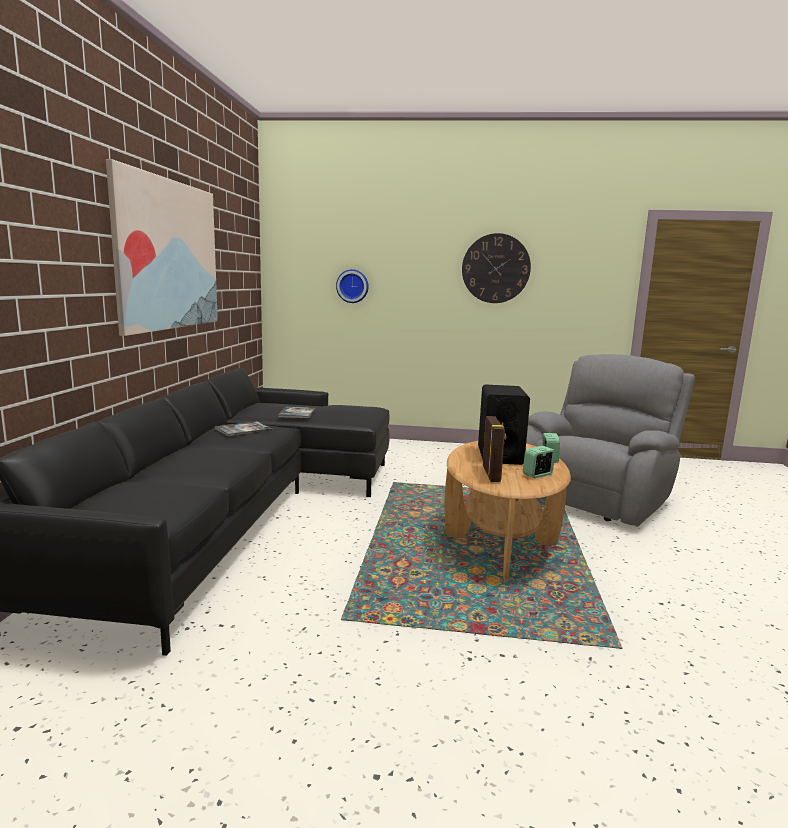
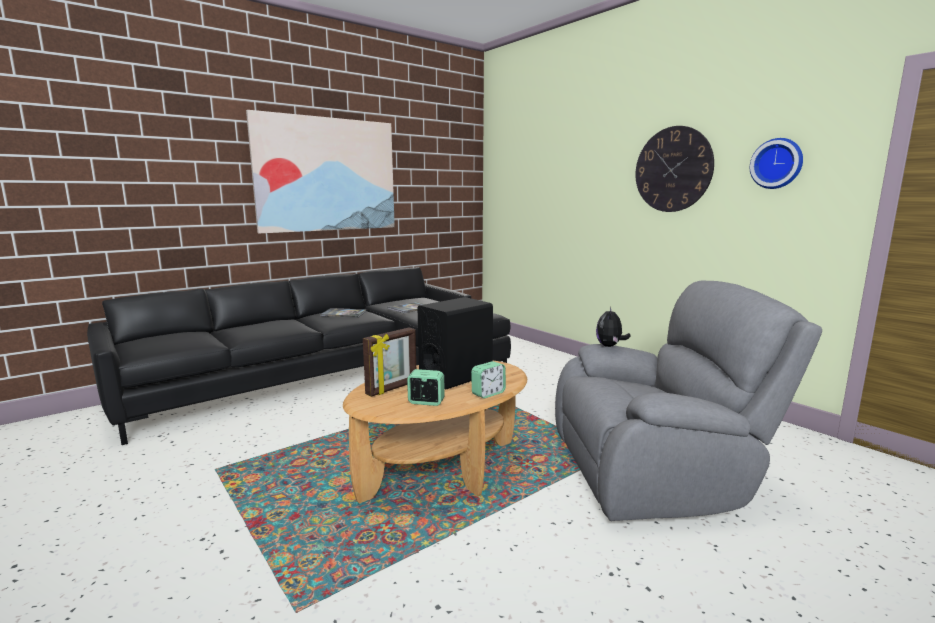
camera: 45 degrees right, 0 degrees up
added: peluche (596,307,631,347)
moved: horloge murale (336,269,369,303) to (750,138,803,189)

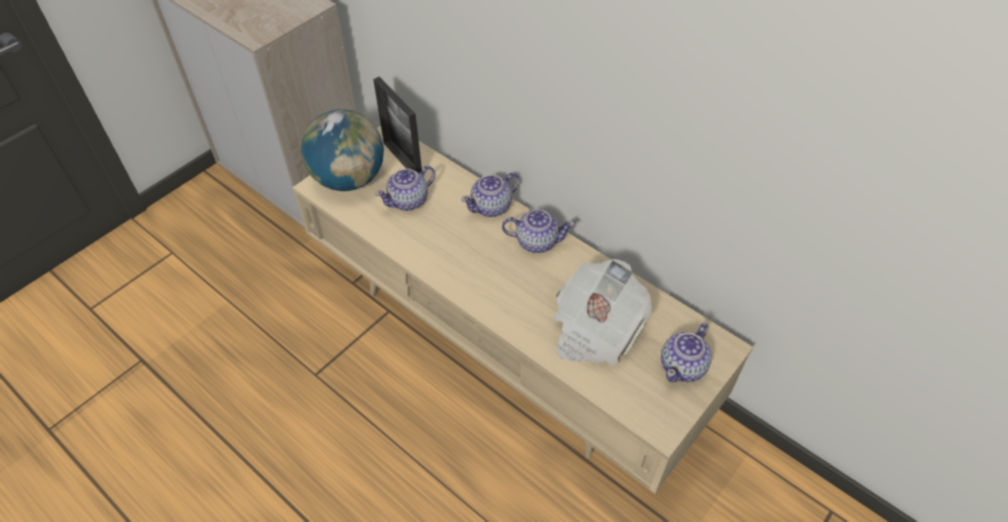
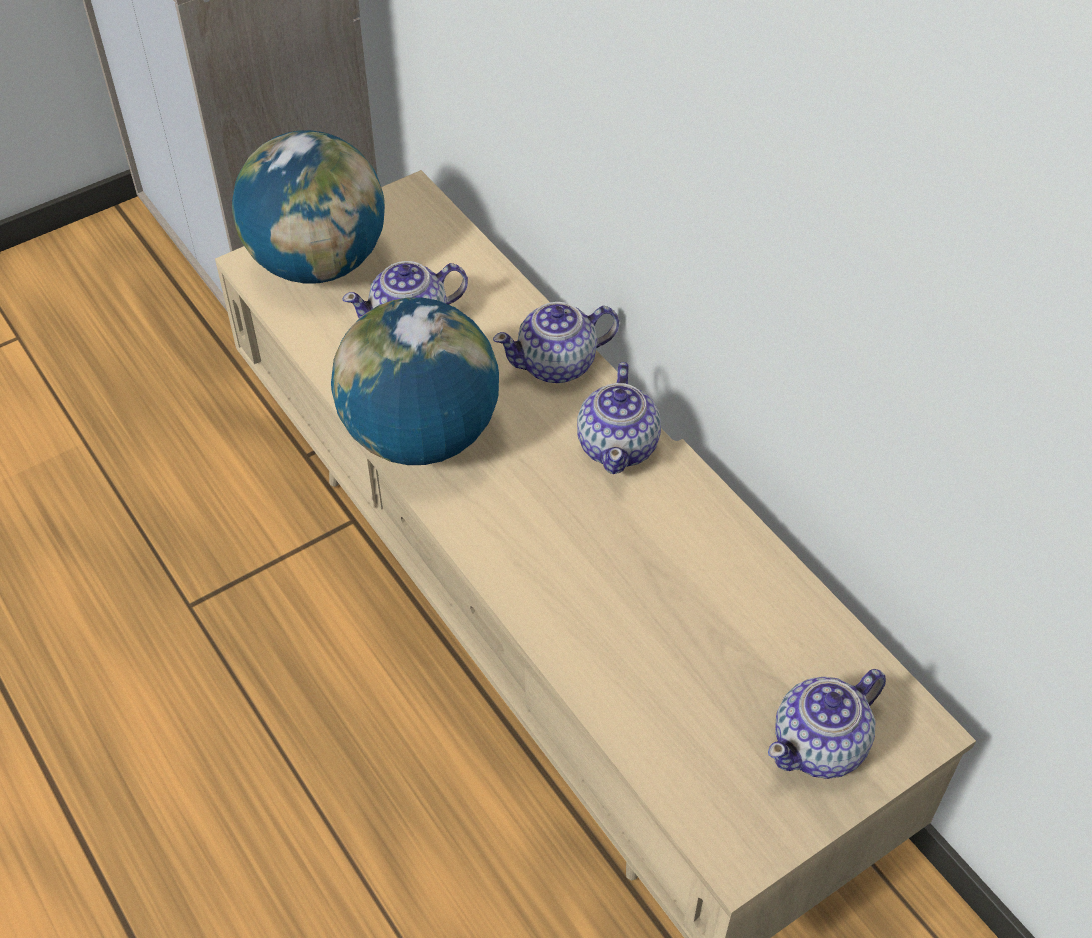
camera: 15 degrees right, 0 degrees up
removed: cadre photo (373,77,422,173); journal (554,259,652,366)
added: globe (331,297,499,465)
turned: théière (502,210,575,253) = (577,362,661,474) 75 degrees clockwise

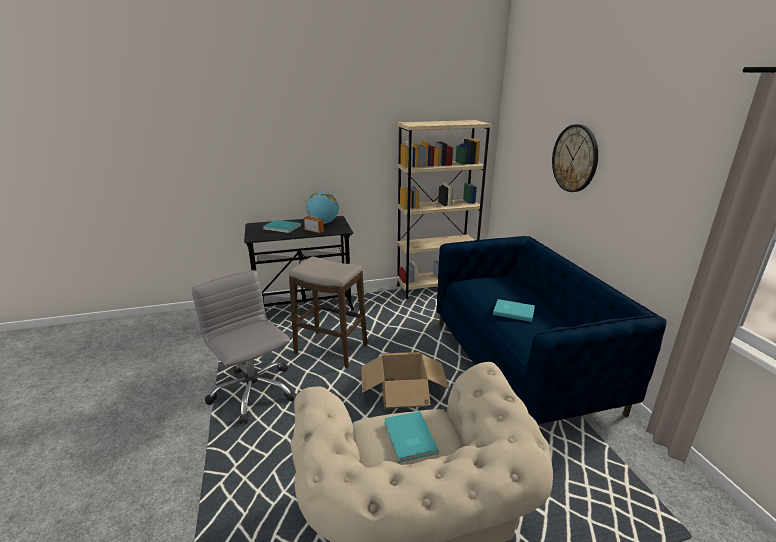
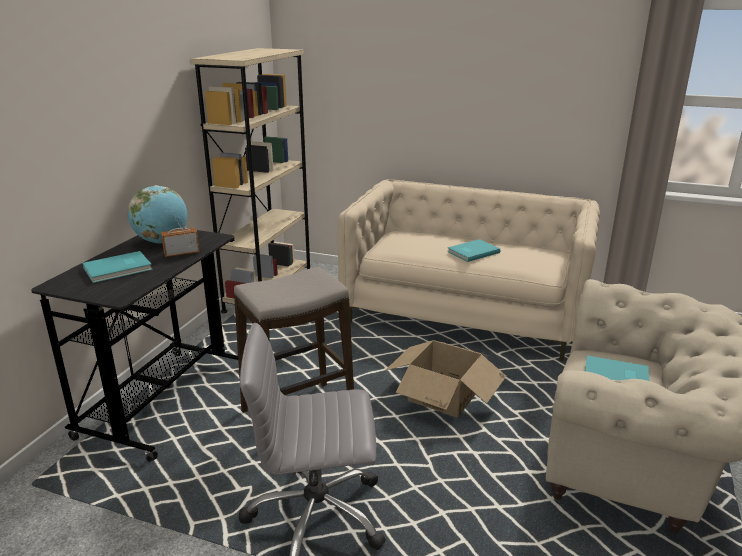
camera: 55 degrees left, 0 degrees up
removed: horloge murale (552,124,598,192)
recoloured: canapé [bleu] (437,236,667,425) to canapé [beige] (337,179,600,361)

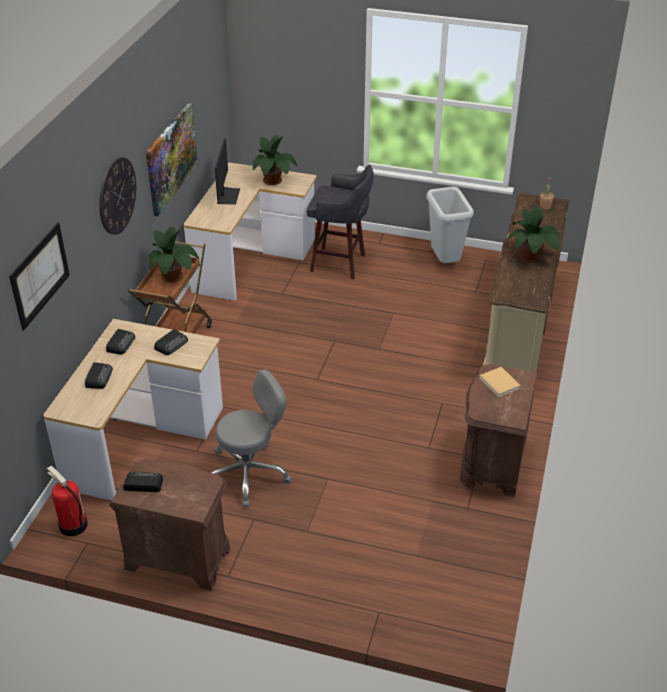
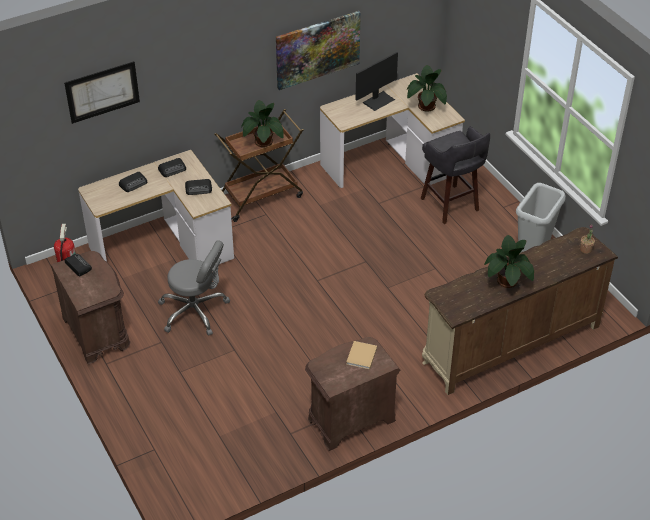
camera: 45 degrees right, 5 degrees up
removed: horloge murale (99,157,136,235)

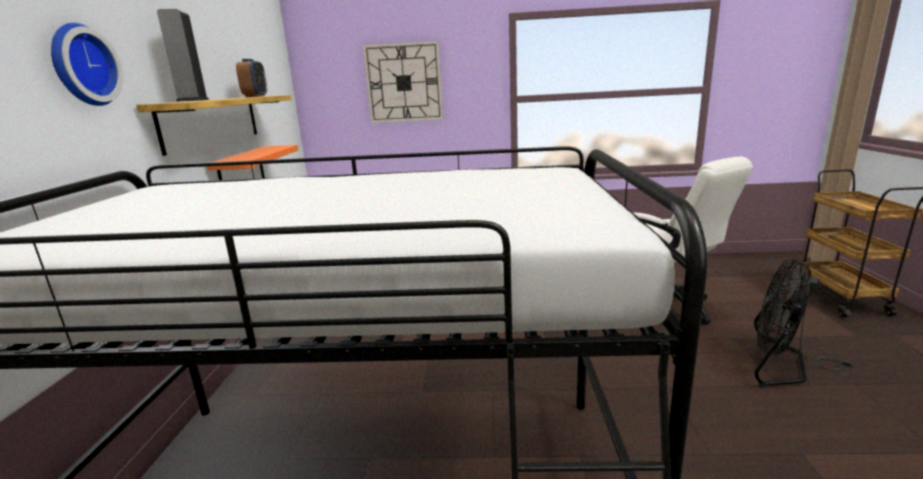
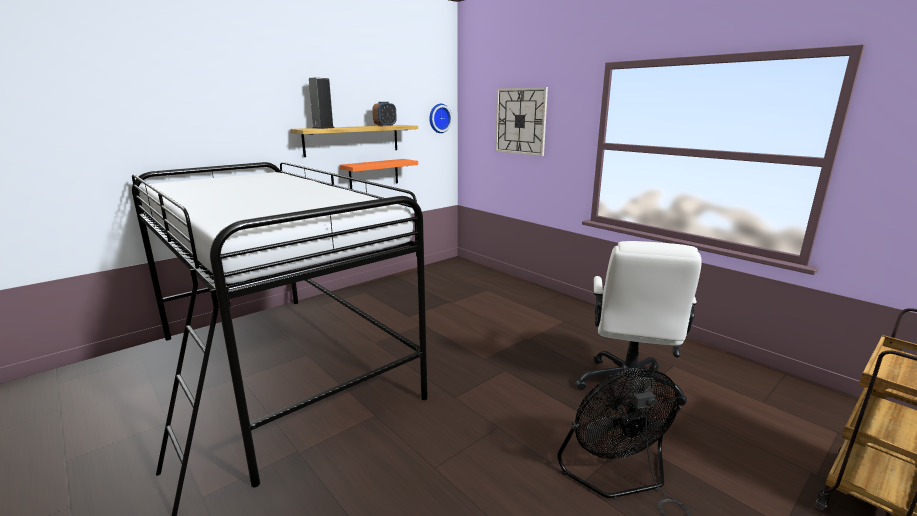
camera: 45 degrees right, 0 degrees up
moved: horloge murale (51,23,123,106) to (429,104,452,133)

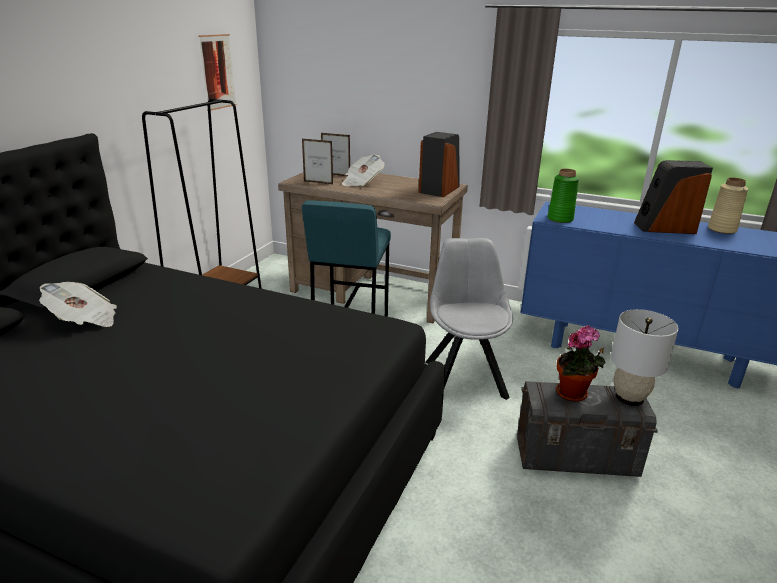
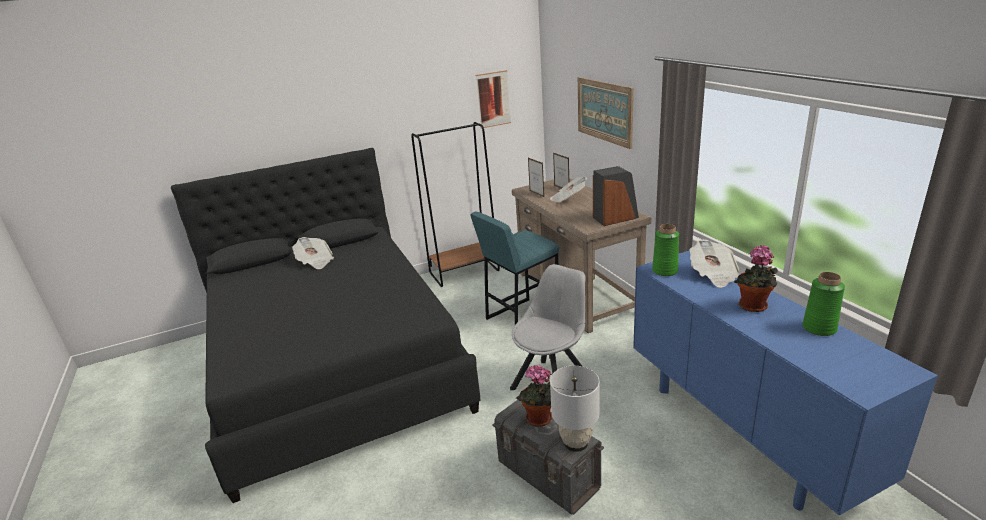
camera: 45 degrees right, 0 degrees up
added: tableau (578,77,634,149); journal (689,239,739,288)
replaced: enceinte (634,160,713,234) to plante en pot (734,245,778,312)
recoloured: vase [beige] (708,178,748,234) to vase [vert] (803,272,845,336)

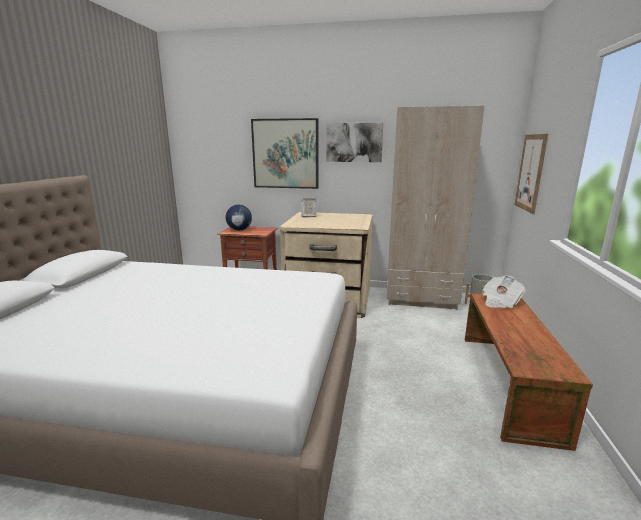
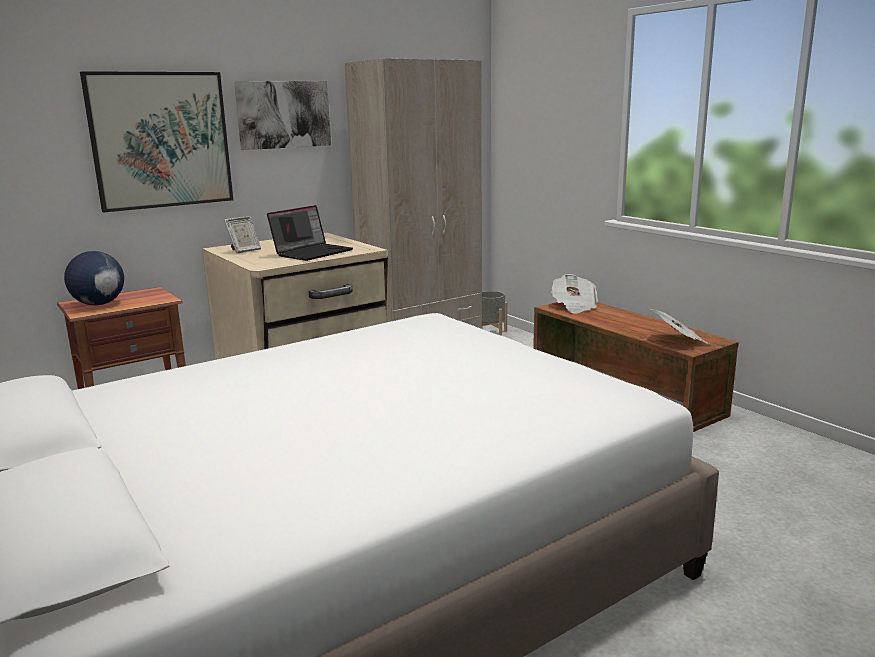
camera: 45 degrees left, 0 degrees up
removed: tableau (514,134,548,214)
added: ordinateur portable (267,205,353,261); journal (651,309,709,344)

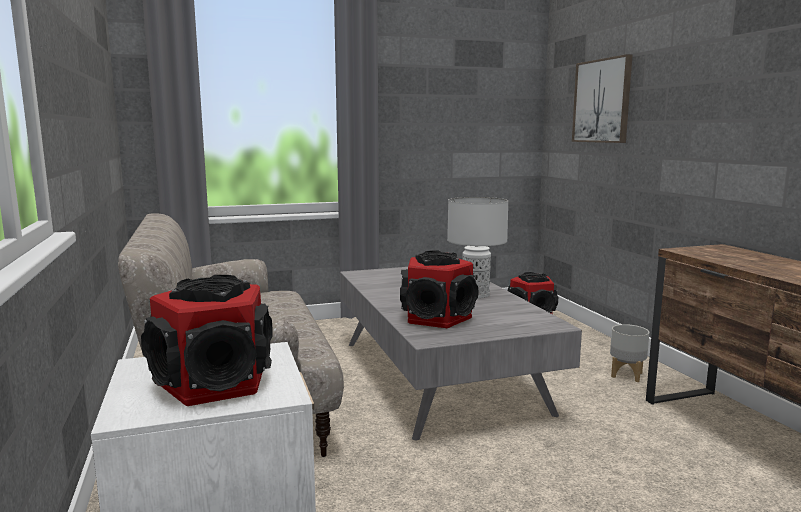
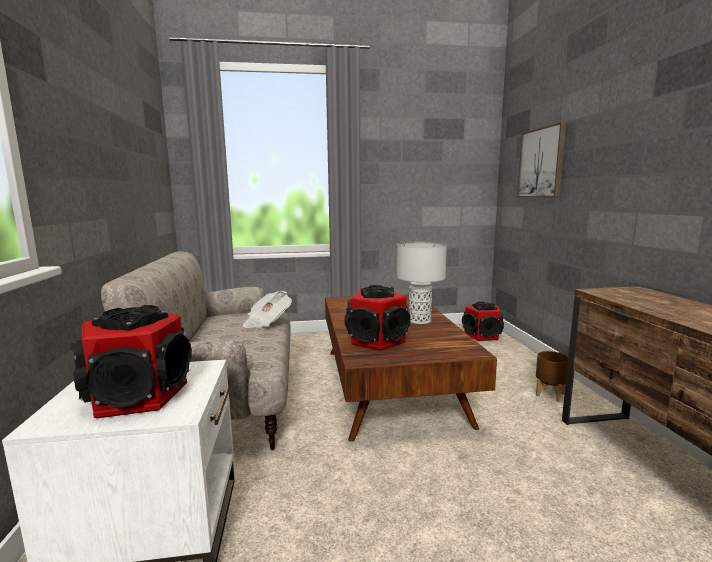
camera: 10 degrees right, 0 degrees up
added: journal (243,291,292,328)
recoloured: table basse [gris] (340,267,582,440) to table basse [marron] (325,294,497,442); cache-pot [gris] (610,324,650,382) to cache-pot [marron] (536,351,568,402)

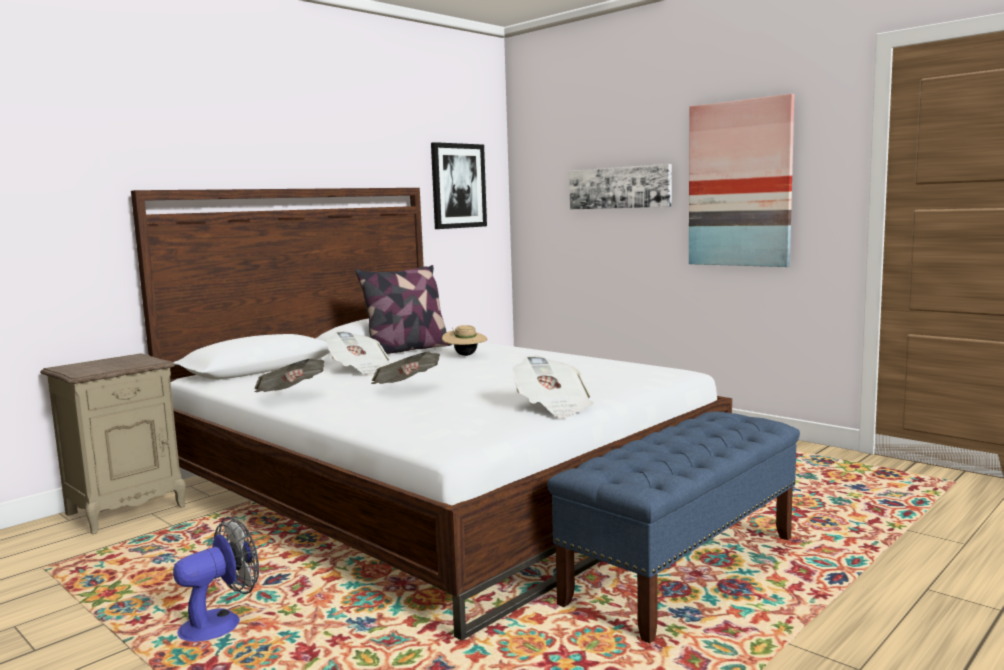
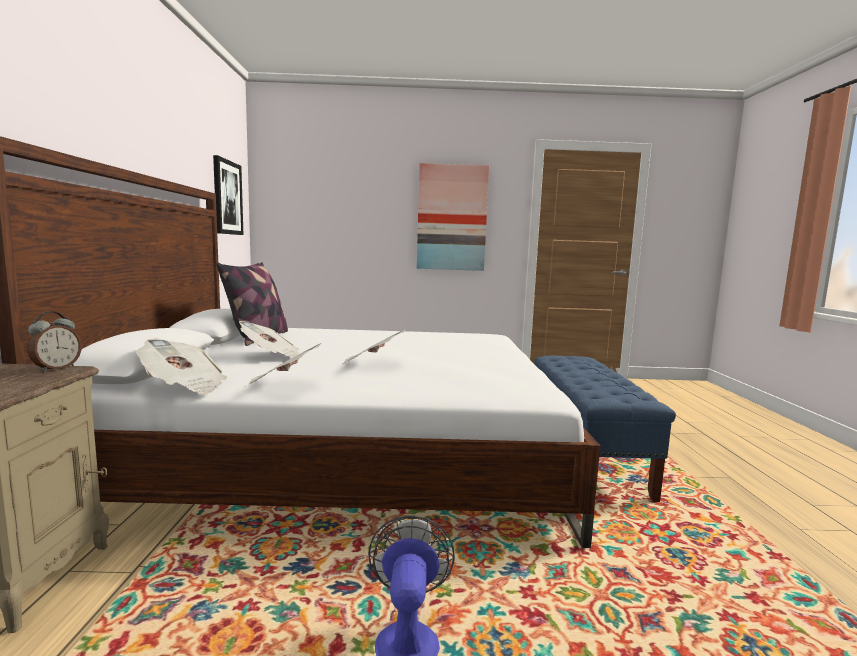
camera: 45 degrees left, 0 degrees up
removed: tableau (569,164,672,209); chapeau [beige] (442,325,487,356)
added: réveil (27,311,82,372)
moved: journal (512,355,593,418) to (136,338,227,394)

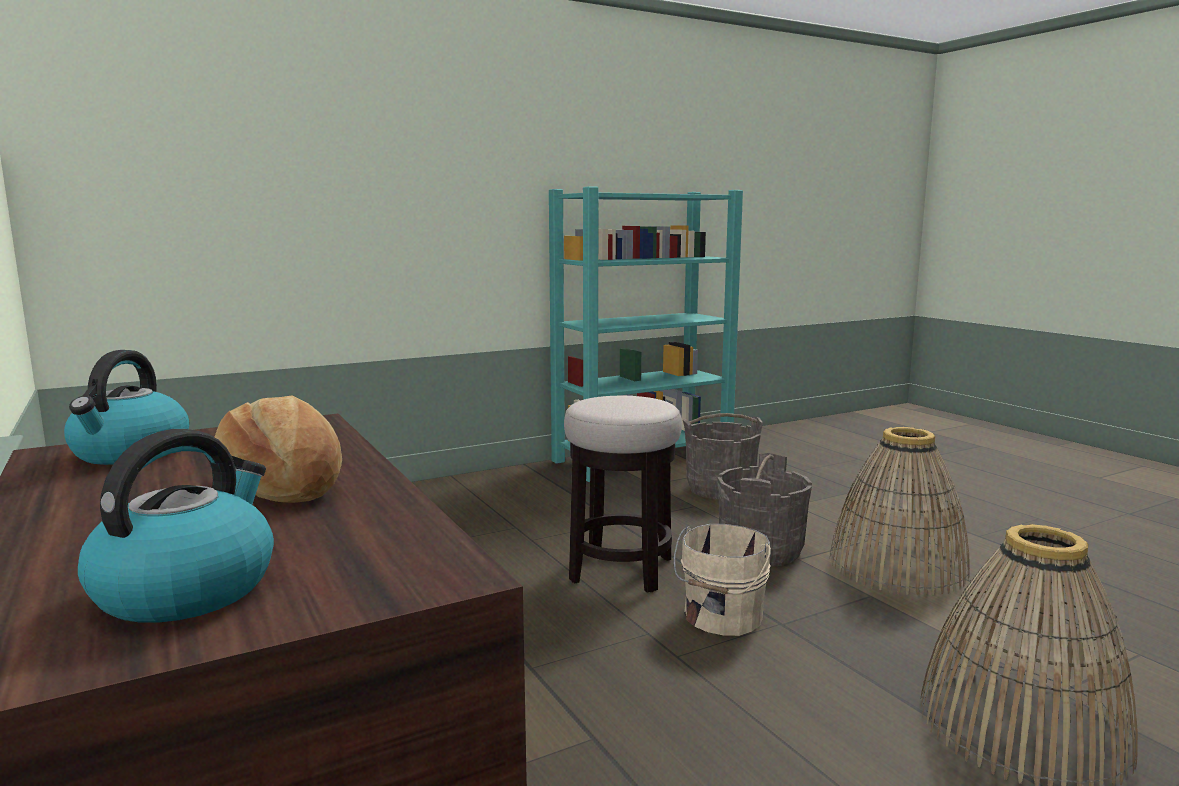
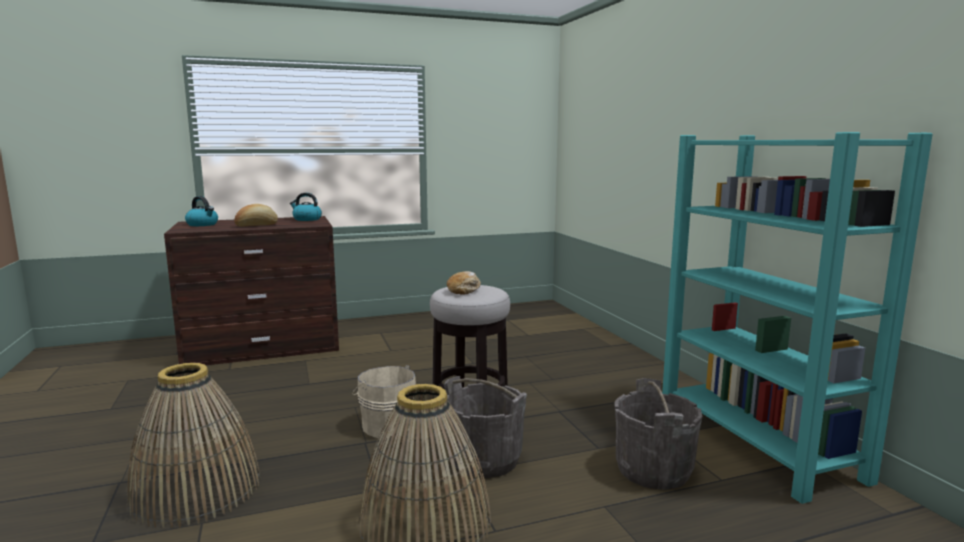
camera: 100 degrees right, 0 degrees up
added: pain (447,271,481,295)

